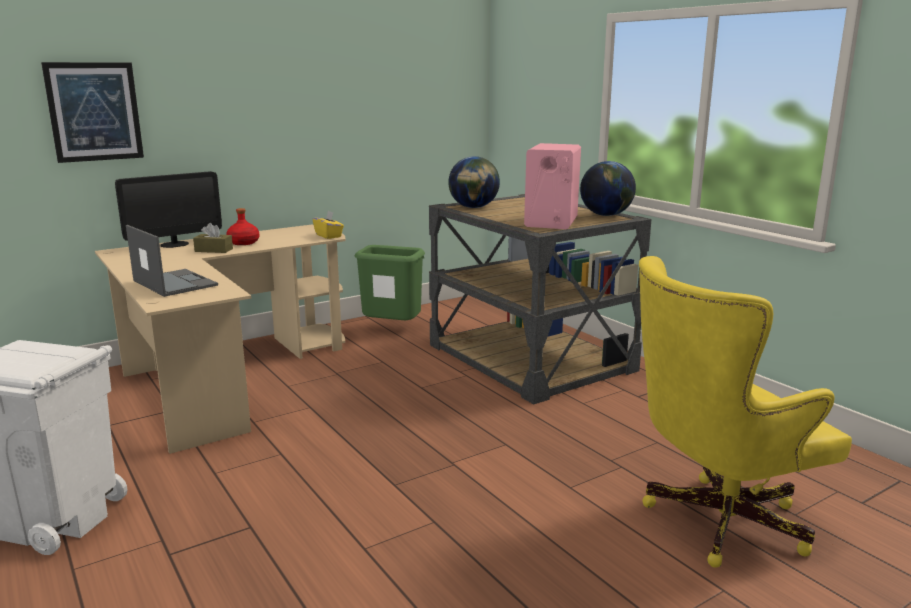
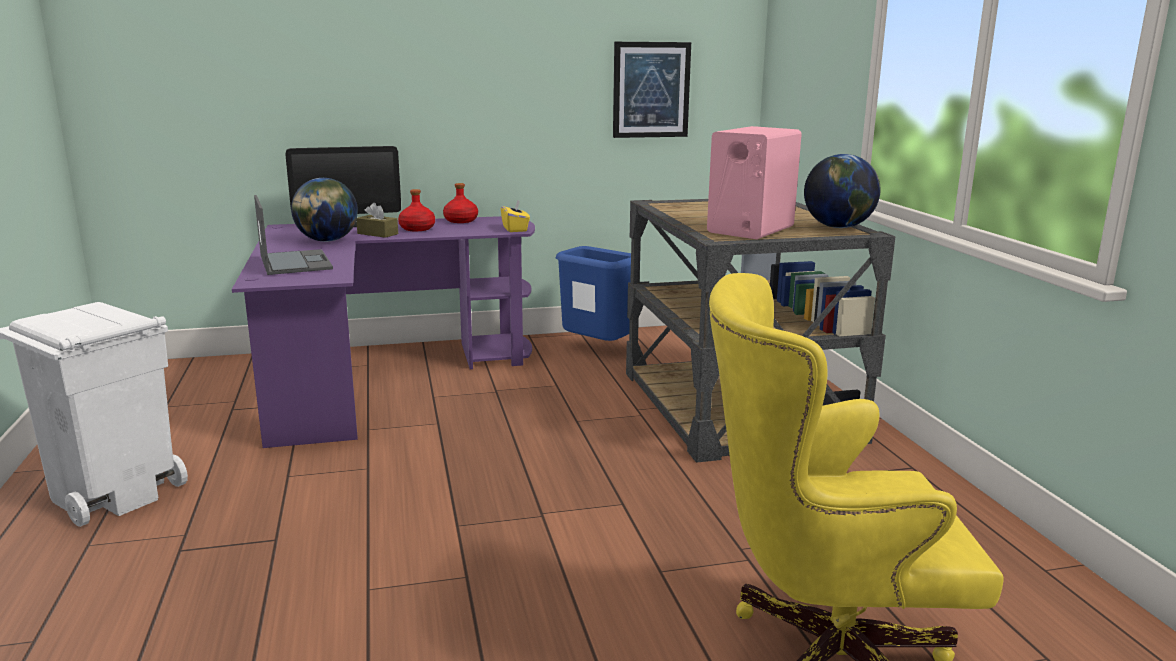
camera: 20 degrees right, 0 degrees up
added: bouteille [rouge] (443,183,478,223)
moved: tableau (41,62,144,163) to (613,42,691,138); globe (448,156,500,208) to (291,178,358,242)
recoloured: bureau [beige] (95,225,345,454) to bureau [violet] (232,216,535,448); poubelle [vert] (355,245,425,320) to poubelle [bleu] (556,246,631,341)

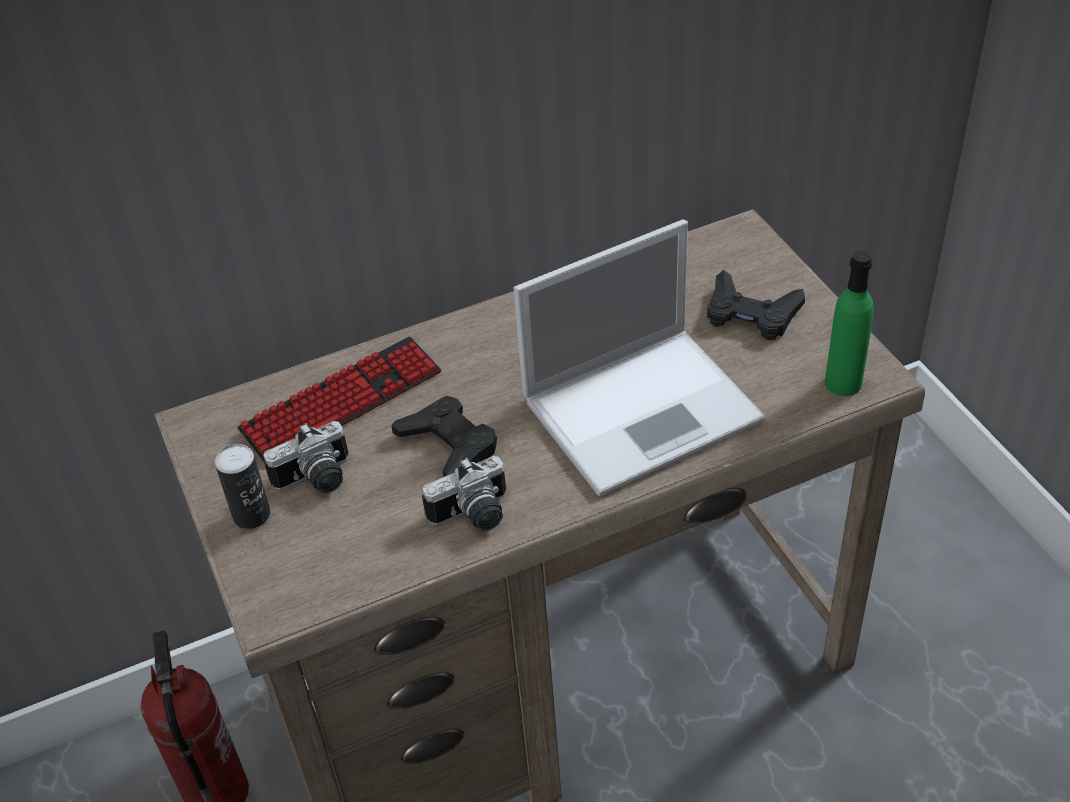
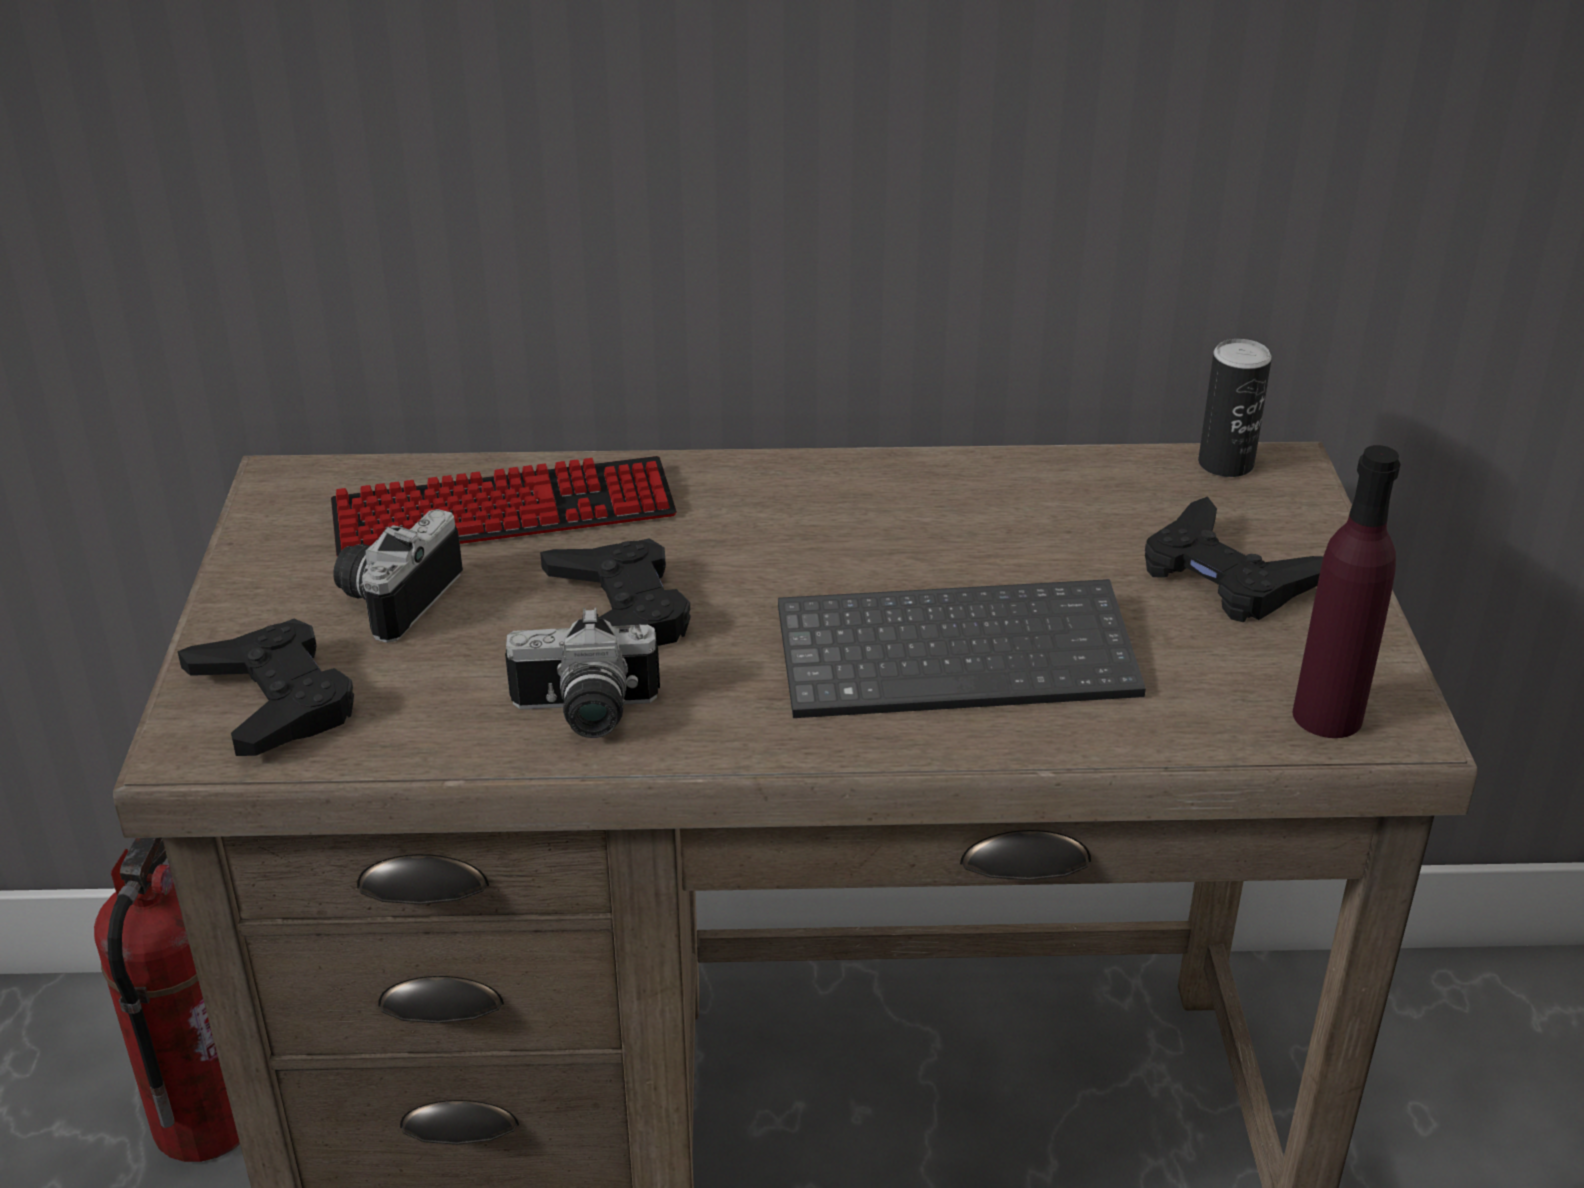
camera: 20 degrees right, 10 degrees down
added: manette [noir] (177,619,354,756)
moved: boîte métallique (215,444,270,529) to (1198,339,1272,477)
replaced: ordinateur portable (514,219,765,496) to clavier (778,579,1146,718)
recoloured: bouteille [vert] (825,251,874,396) to bouteille [violet] (1293,445,1401,738)
turned: appareil photo (263,421,349,493) = (333,509,463,643) 120 degrees clockwise

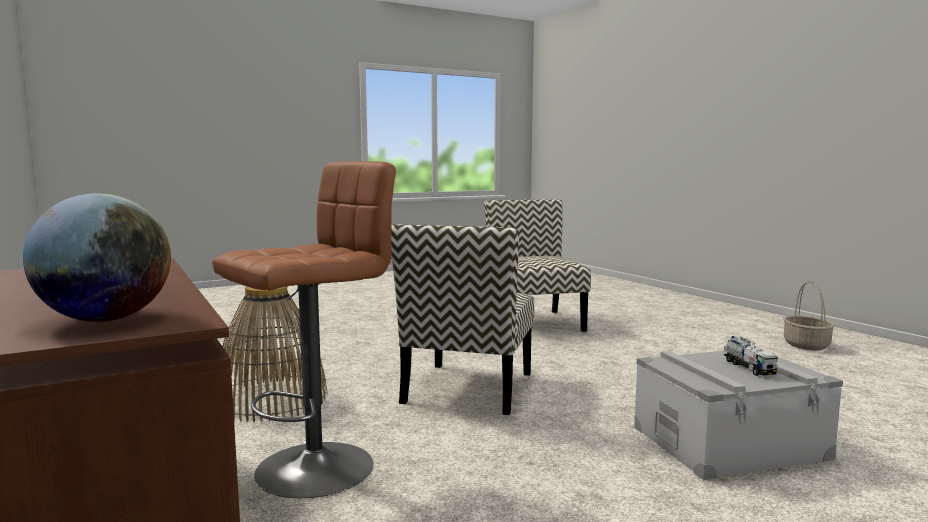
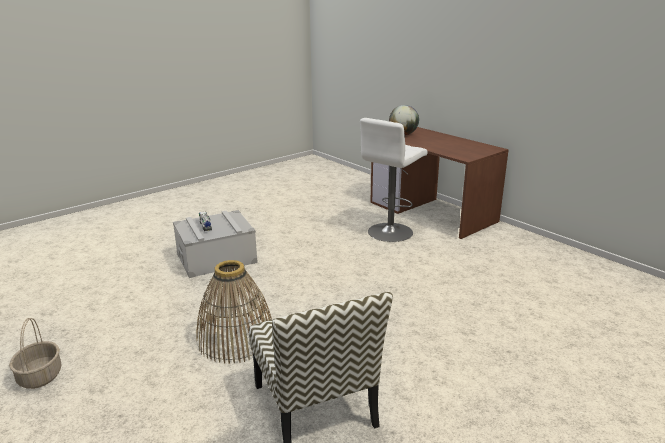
camera: 170 degrees right, 15 degrees up
removed: chaise (391,225,534,415)
moved: panier (222,286,328,422) to (197,260,272,364)
recoloured: tabouret [marron] (212,161,396,498) to tabouret [blanc] (360,118,428,242)

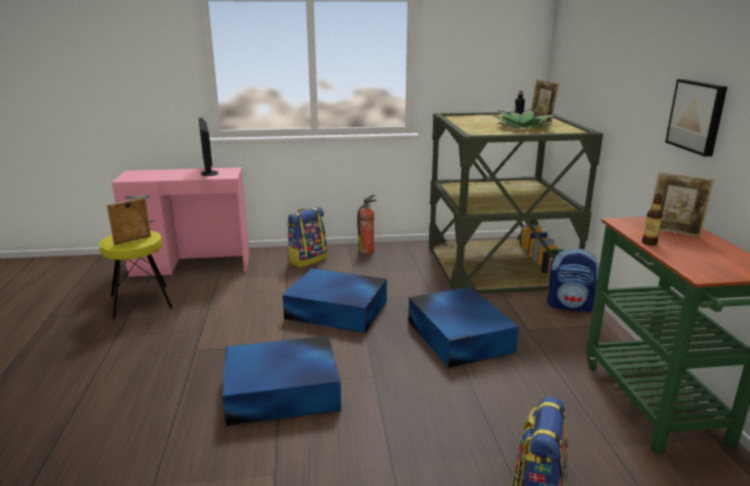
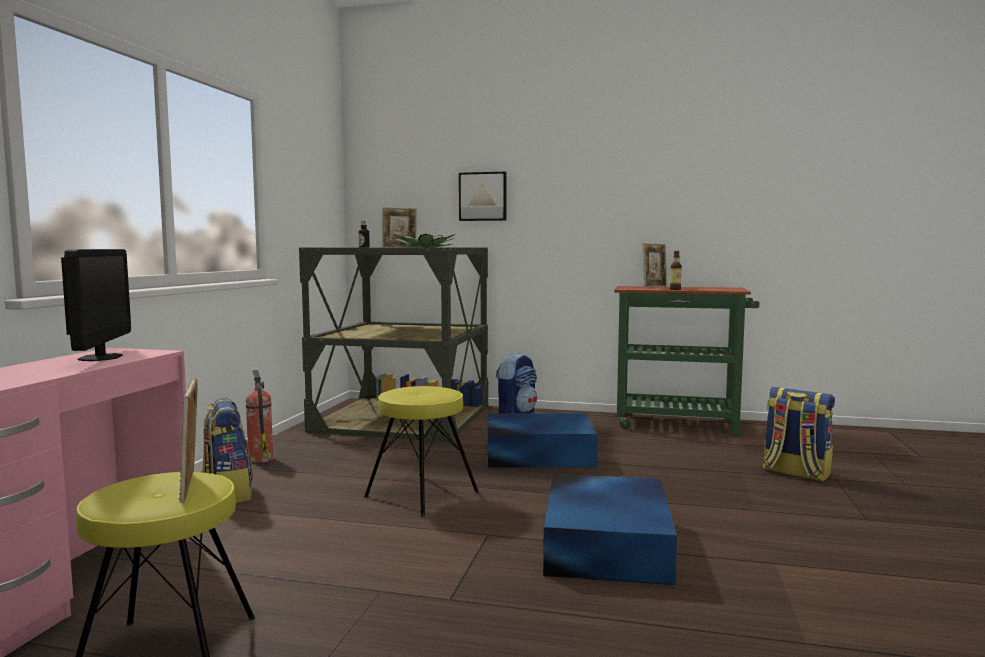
camera: 70 degrees left, 15 degrees down
moved: tableau (665,79,727,157) to (459,172,507,221)
replaced: boîte de rangement [bleu] (282,268,387,333) to tabouret [jaune] (364,386,479,517)
turned: écran d'ordinateur (199,118,218,176) = (61,249,131,361) 105 degrees counterclockwise

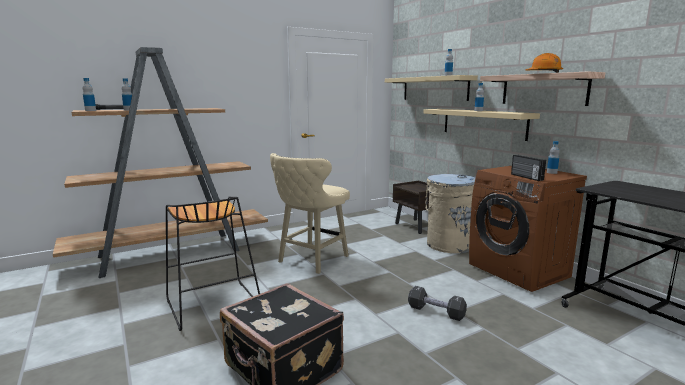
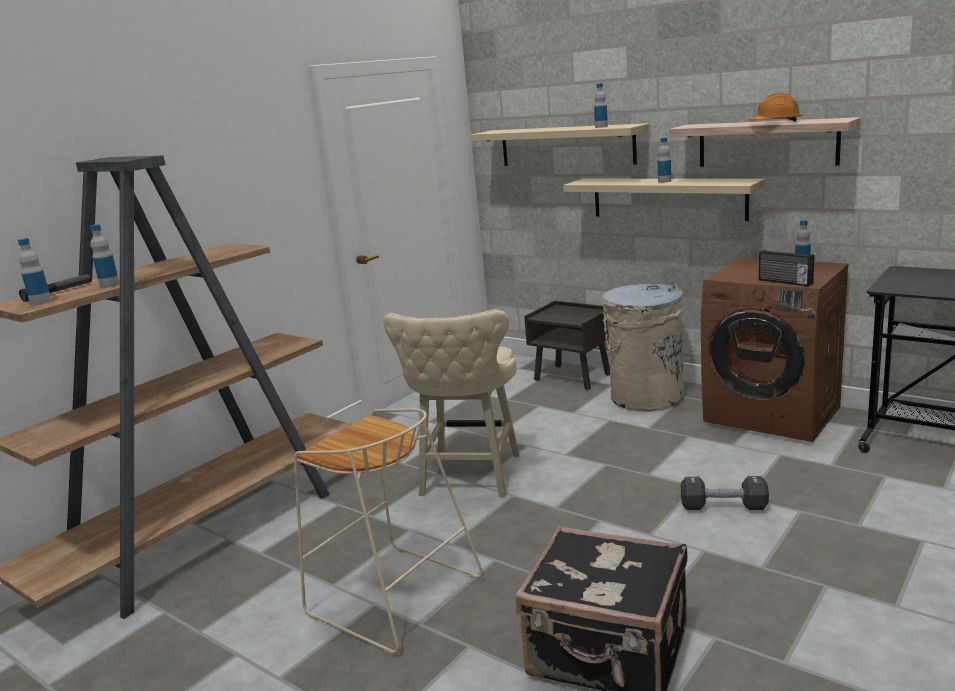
camera: 20 degrees left, 5 degrees up
recoloured: tabouret [noir] (166,197,260,331) to tabouret [beige] (294,408,483,655)

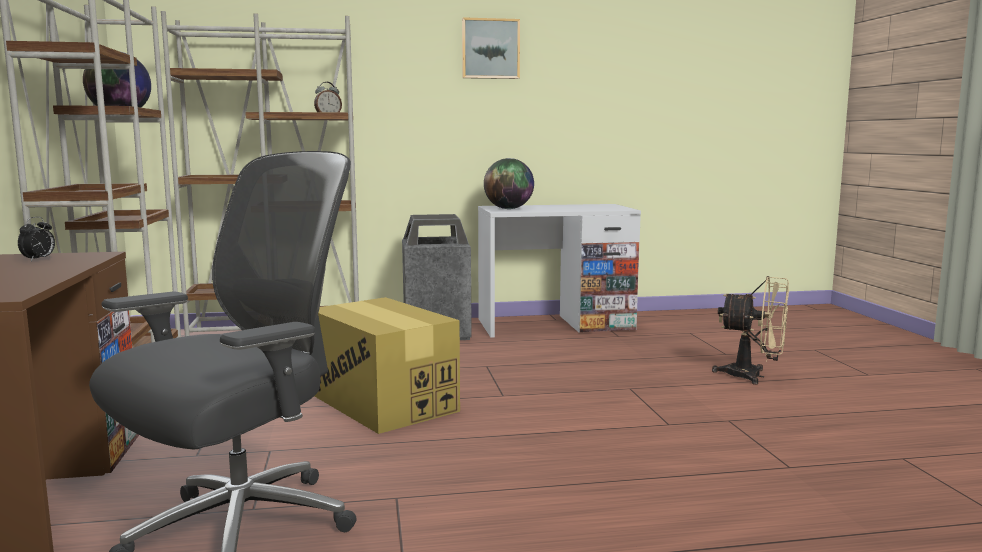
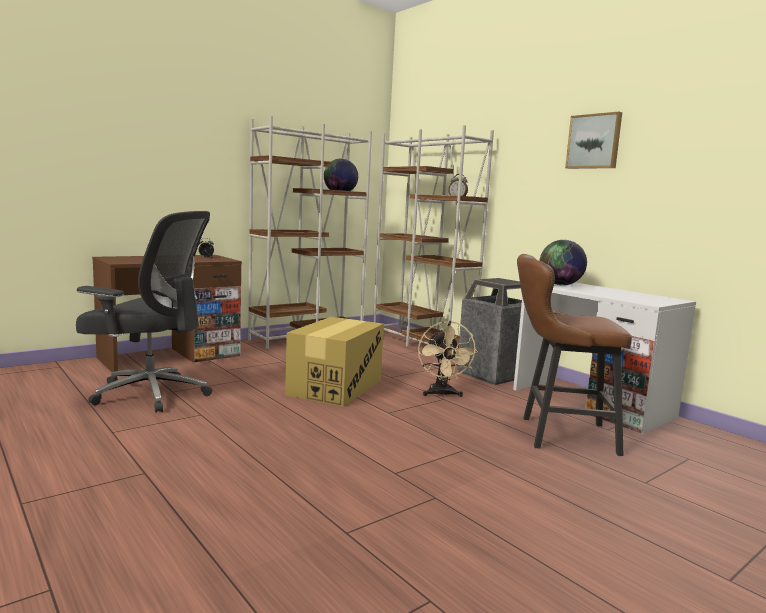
camera: 60 degrees right, 0 degrees up
added: tabouret [marron] (517,254,632,456)
moved: ventilateur [beige] (712,276,789,385) to (418,321,478,397)

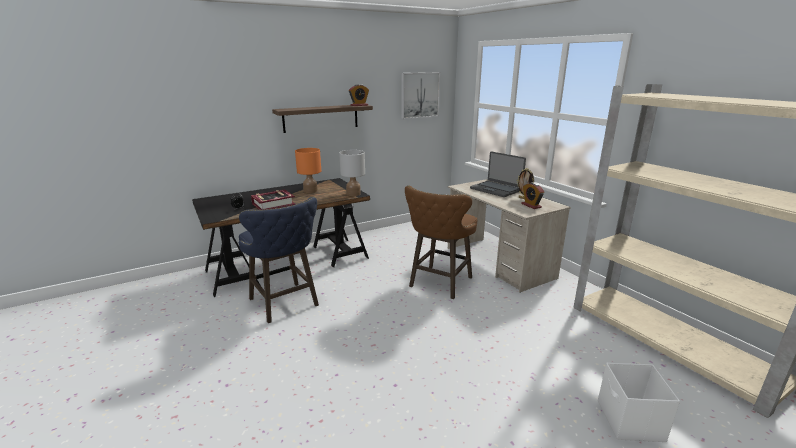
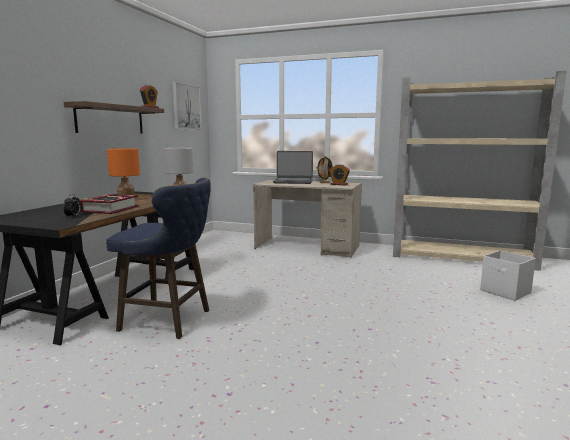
camera: 40 degrees left, 10 degrees down
removed: tabouret [marron] (405,185,477,299)

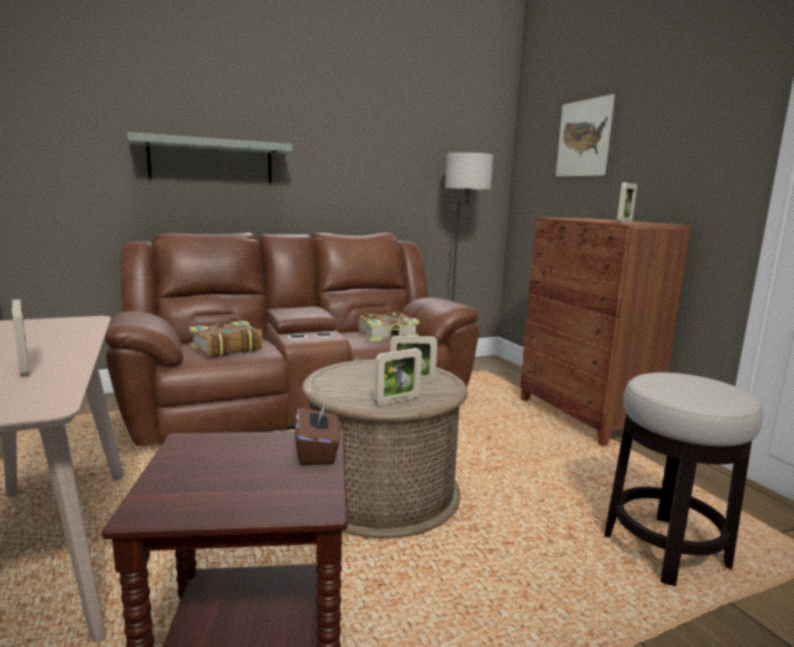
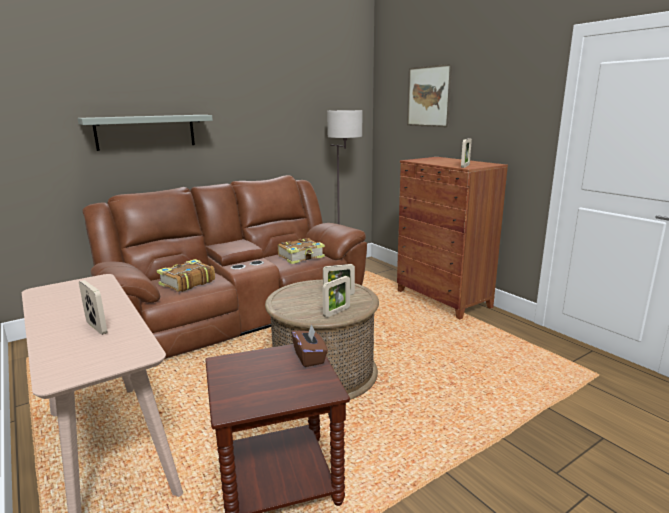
camera: 10 degrees left, 5 degrees up
removed: tabouret (604,372,763,587)

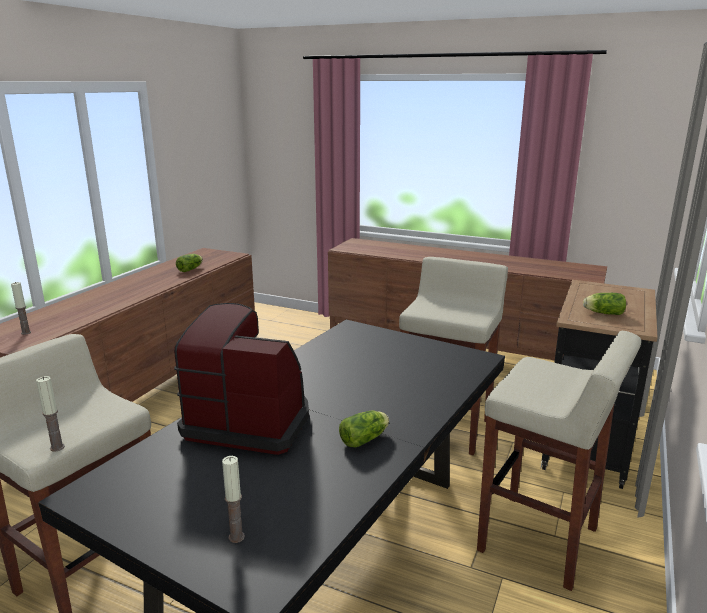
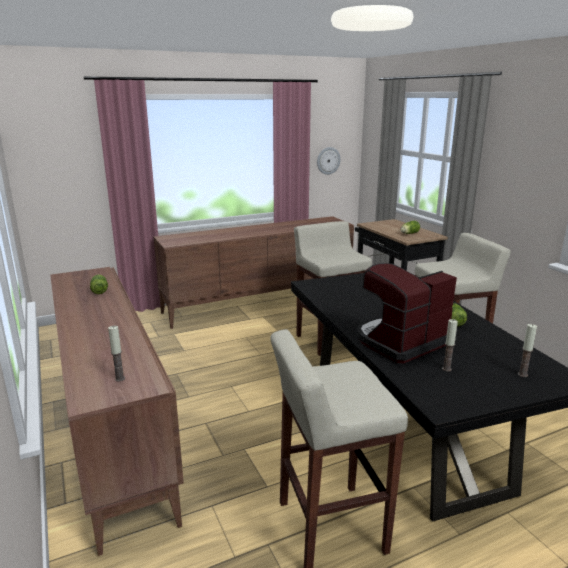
camera: 50 degrees left, 0 degrees up
added: horloge murale (317,147,341,175)
moved: bougie (36,376,65,451) to (442,319,458,371)

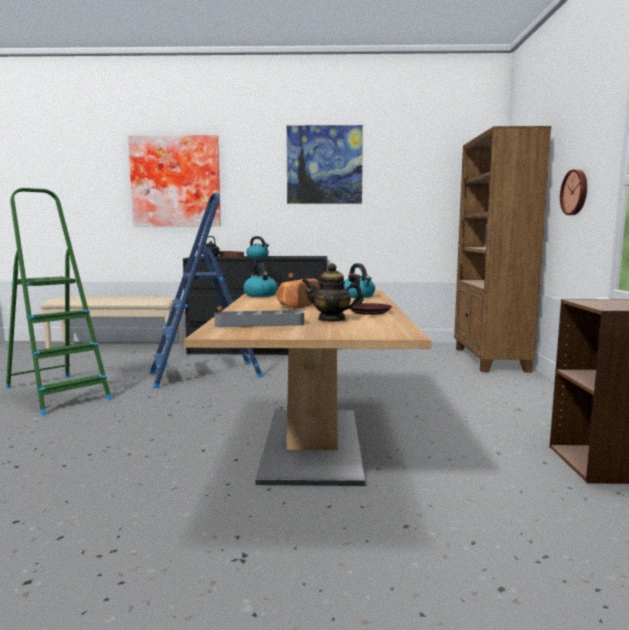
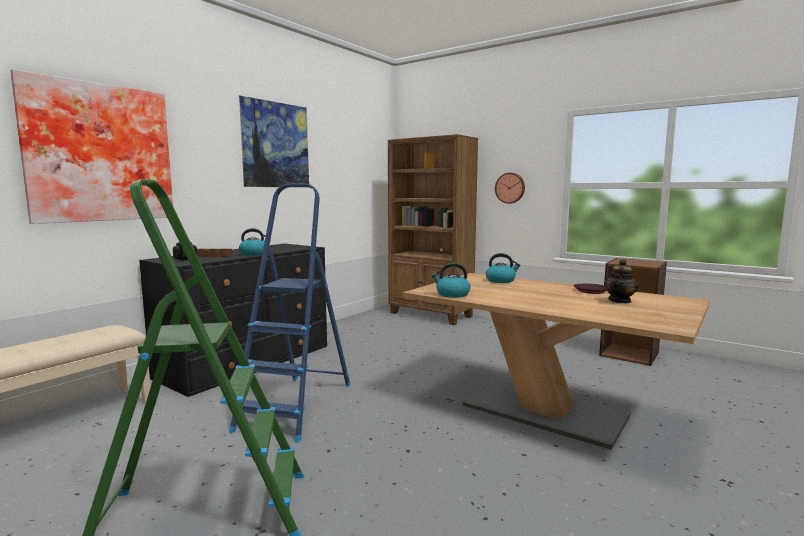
camera: 55 degrees left, 0 degrees up
removed: pain (277,279,319,309); plateau [gris] (214,310,304,327)

